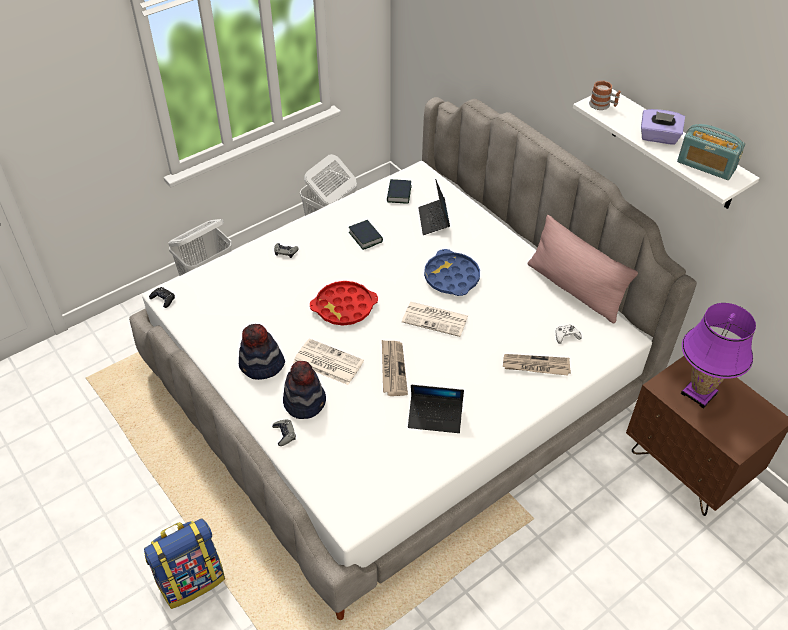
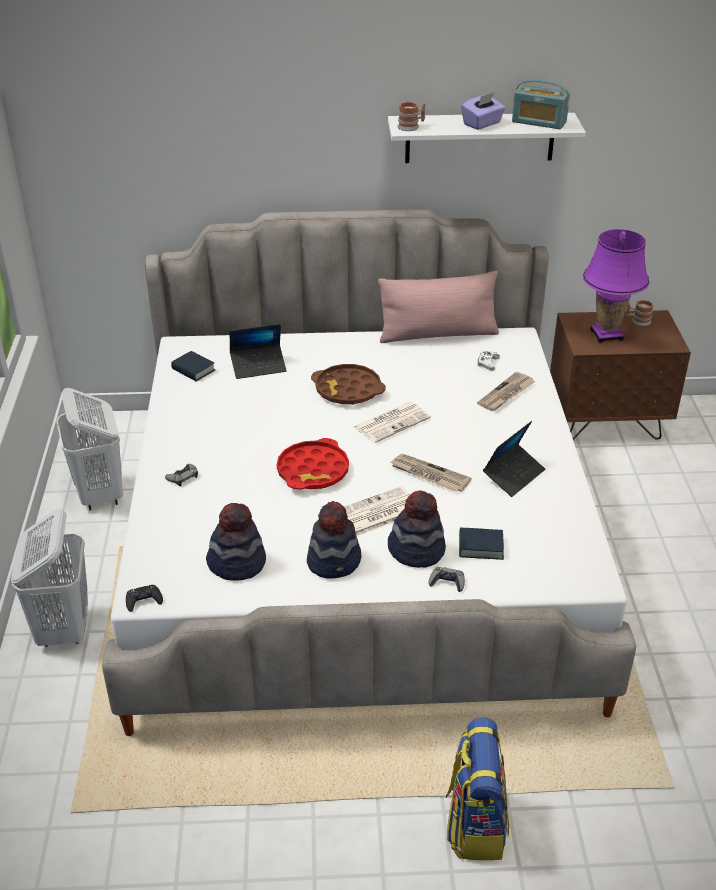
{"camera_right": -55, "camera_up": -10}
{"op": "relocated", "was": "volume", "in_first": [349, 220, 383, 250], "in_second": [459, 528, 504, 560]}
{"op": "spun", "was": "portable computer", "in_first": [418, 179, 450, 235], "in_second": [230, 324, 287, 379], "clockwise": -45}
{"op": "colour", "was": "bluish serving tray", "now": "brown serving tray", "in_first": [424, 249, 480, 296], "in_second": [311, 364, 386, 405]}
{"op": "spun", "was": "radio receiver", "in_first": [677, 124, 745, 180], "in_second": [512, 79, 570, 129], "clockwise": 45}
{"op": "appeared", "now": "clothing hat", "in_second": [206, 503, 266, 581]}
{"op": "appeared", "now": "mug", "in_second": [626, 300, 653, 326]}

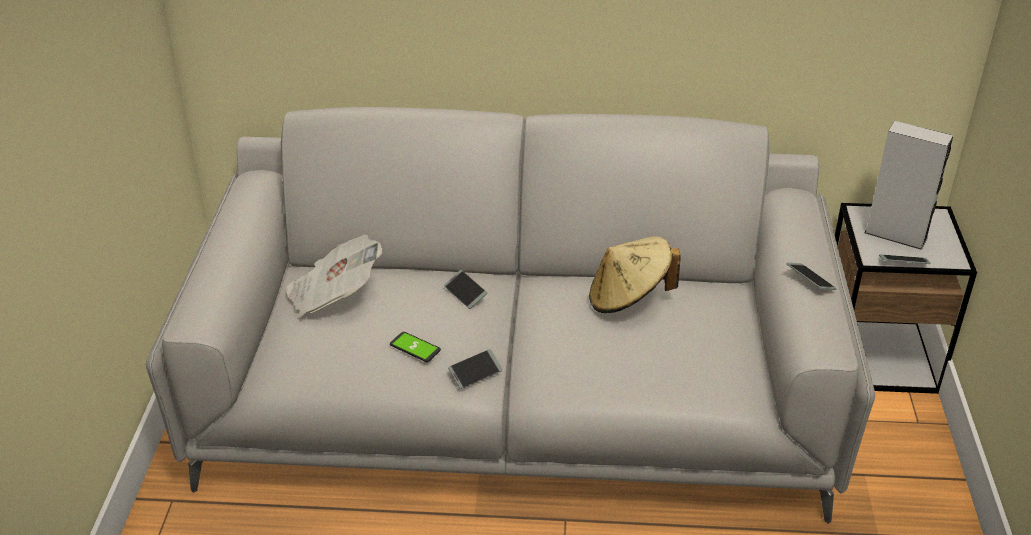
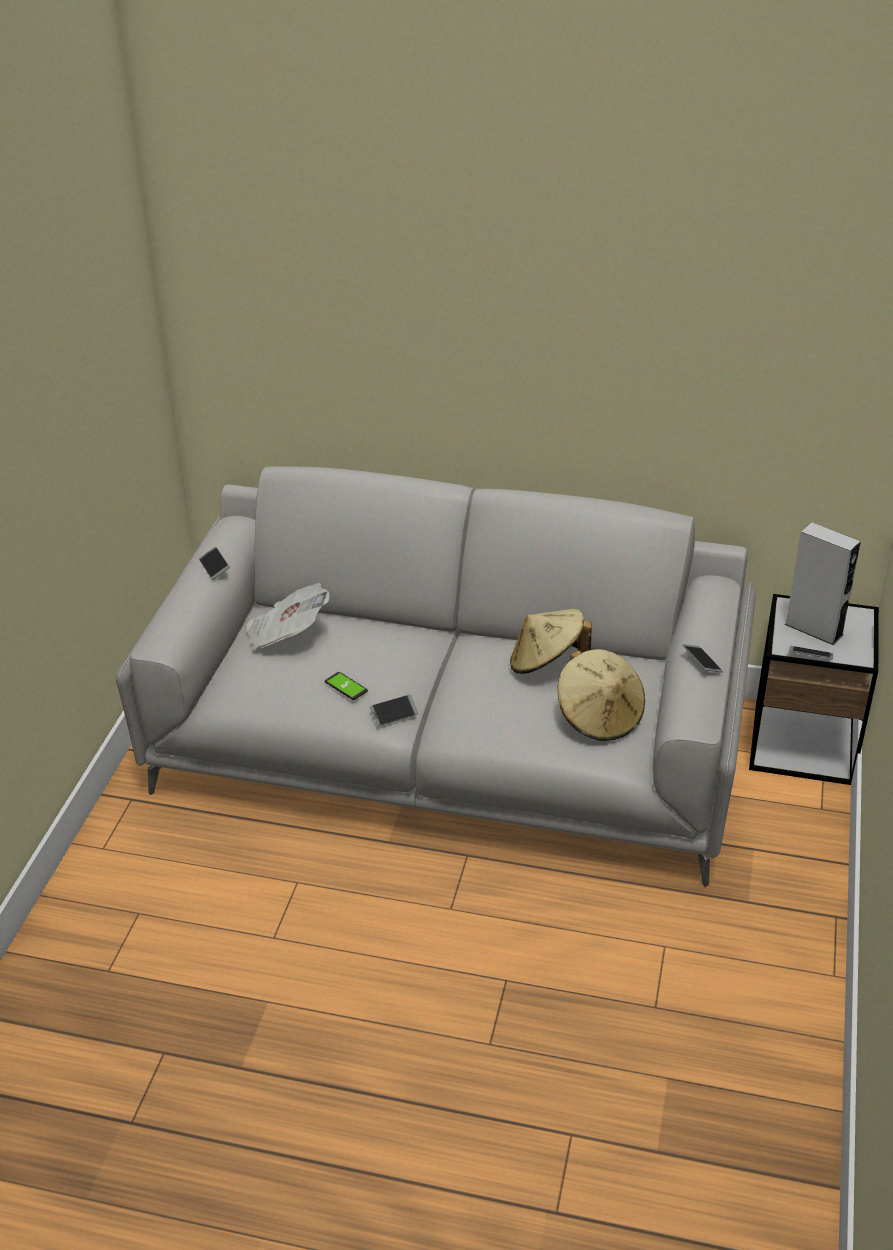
{"camera_right": 10, "camera_up": 0}
{"op": "relocated", "was": "phone", "in_first": [444, 270, 487, 309], "in_second": [199, 547, 230, 580]}
{"op": "appeared", "now": "sand-coloured clothing hat", "in_second": [558, 649, 645, 741]}

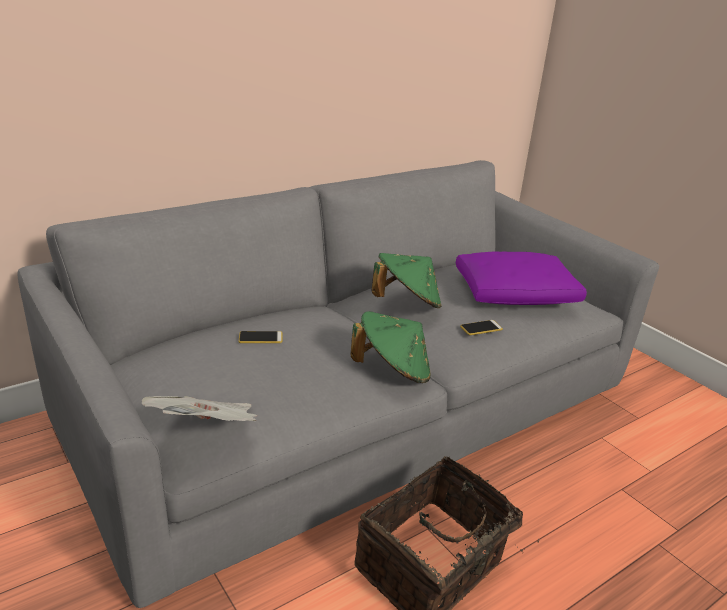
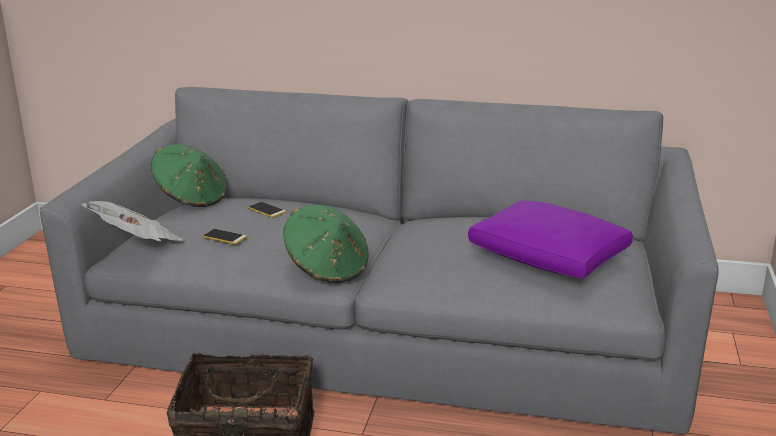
{"camera_right": 50, "camera_up": -5}
{"op": "relocated", "was": "green clothing hat", "in_first": [371, 253, 442, 308], "in_second": [151, 144, 227, 207]}
{"op": "relocated", "was": "phone", "in_first": [460, 320, 503, 335], "in_second": [203, 229, 247, 244]}

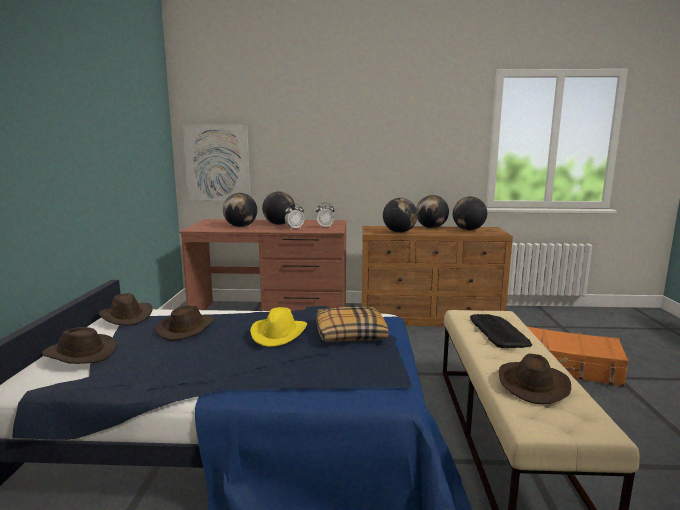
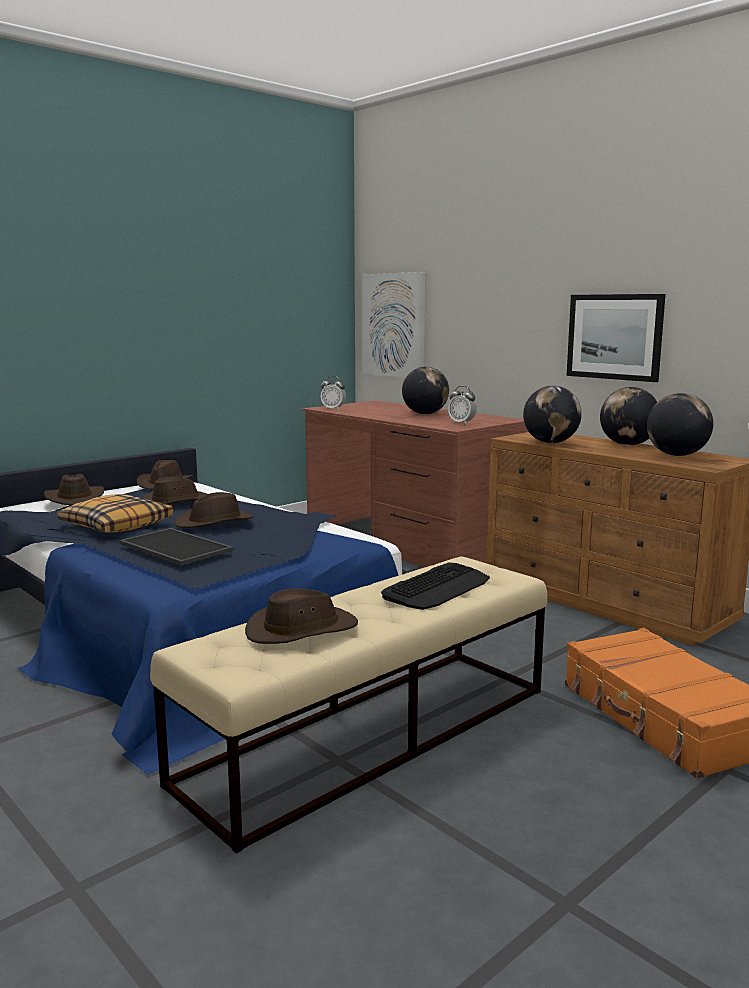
{"camera_right": 45, "camera_up": 0}
{"op": "missing", "was": "world globe", "in_first": [223, 193, 257, 227]}
{"op": "colour", "was": "yellow-coloured clothing hat", "now": "brown clothing hat", "in_first": [250, 307, 307, 347], "in_second": [175, 492, 254, 528]}
{"op": "relocated", "was": "bedside clock", "in_first": [285, 204, 304, 229], "in_second": [321, 376, 346, 410]}
{"op": "relocated", "was": "throw pillow", "in_first": [316, 306, 389, 342], "in_second": [57, 494, 173, 533]}
{"op": "appeared", "now": "serving tray", "in_second": [119, 528, 233, 565]}
{"op": "appeared", "now": "wall art", "in_second": [567, 294, 666, 382]}

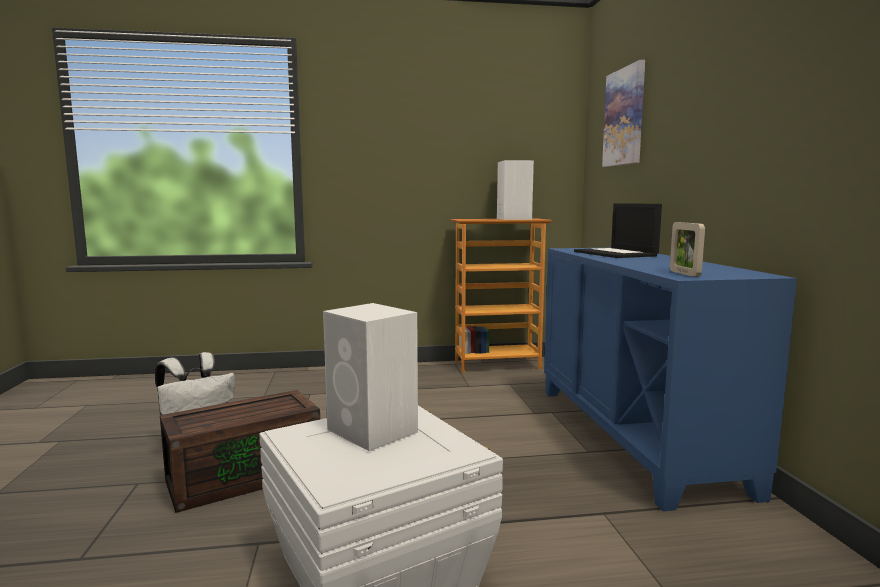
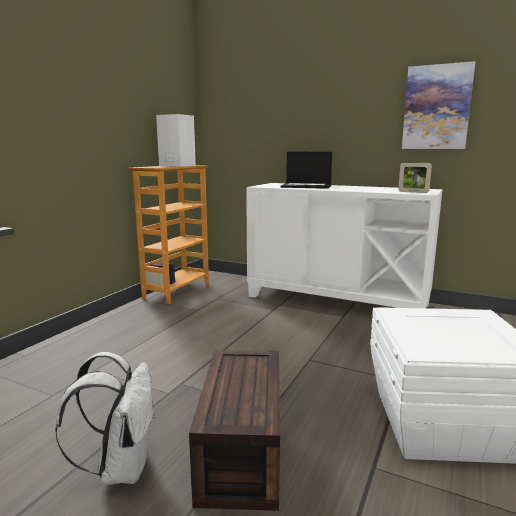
{"camera_right": -55, "camera_up": 5}
{"op": "missing", "was": "white loudspeaker", "in_first": [323, 303, 418, 451]}
{"op": "colour", "was": "bluish cupboard", "now": "white cupboard", "in_first": [544, 248, 797, 511], "in_second": [246, 183, 443, 308]}
{"op": "relocated", "was": "wall art", "in_first": [602, 60, 645, 167], "in_second": [402, 61, 475, 149]}

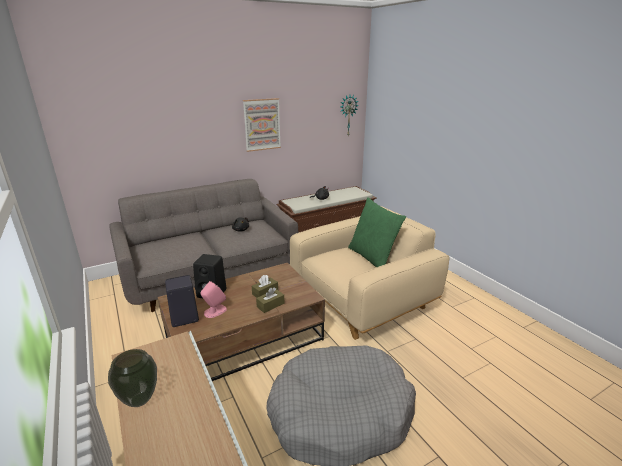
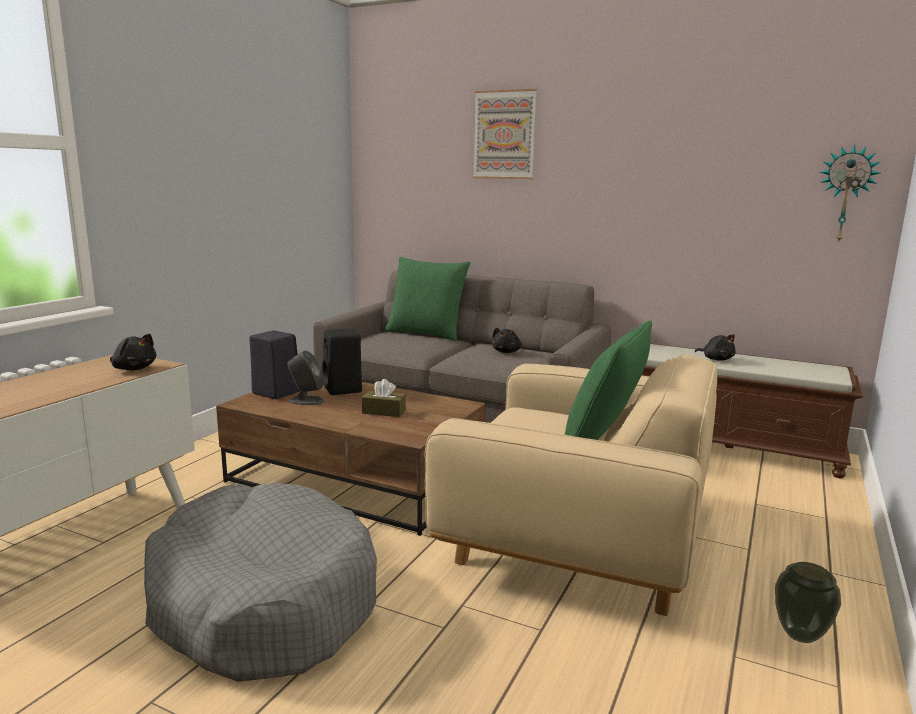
{"camera_right": 55, "camera_up": -10}
{"op": "relocated", "was": "flower vase", "in_first": [108, 349, 157, 407], "in_second": [775, 562, 841, 643]}
{"op": "colour", "was": "pink loudspeaker", "now": "grey loudspeaker", "in_first": [201, 281, 227, 318], "in_second": [287, 351, 324, 405]}
{"op": "relocated", "was": "wall art", "in_first": [243, 98, 281, 152], "in_second": [473, 89, 537, 179]}
{"op": "missing", "was": "brown tissue holder", "in_first": [256, 287, 284, 313]}
{"op": "appeared", "now": "blackish cuddly toy", "in_second": [110, 334, 156, 370]}
{"op": "appeared", "now": "green throw pillow", "in_second": [385, 257, 470, 341]}

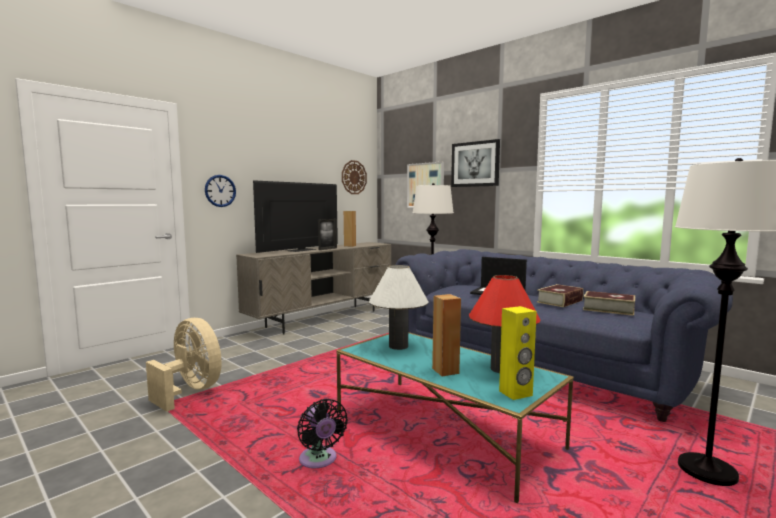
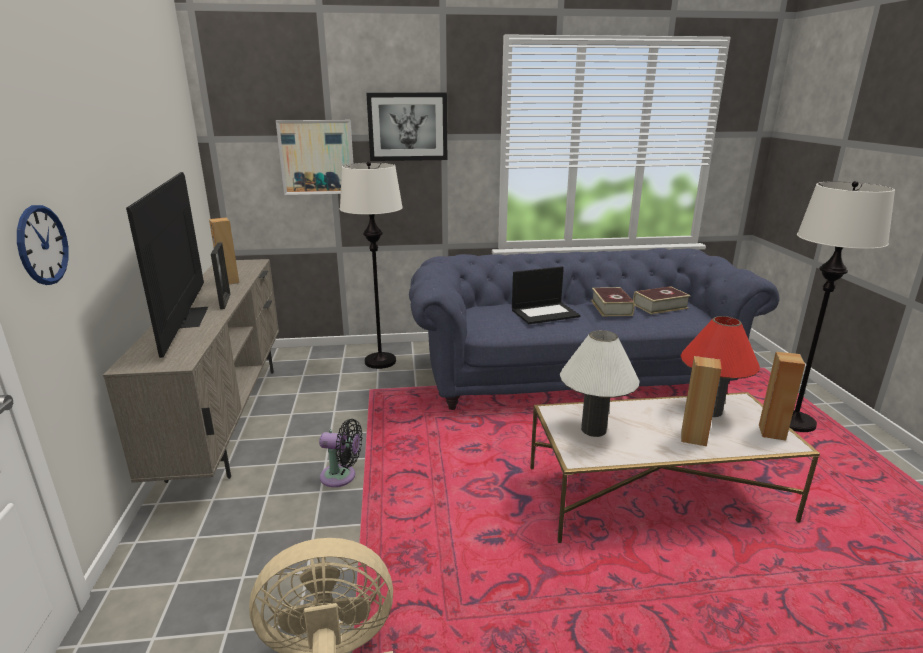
{"camera_right": -50, "camera_up": 15}
{"op": "relocated", "was": "blackish electric fan", "in_first": [297, 399, 348, 468], "in_second": [319, 419, 362, 487]}
{"op": "colour", "was": "blue-green low table", "now": "white low table", "in_first": [337, 332, 574, 503], "in_second": [530, 392, 820, 543]}
{"op": "missing", "was": "clock on the wall", "in_first": [342, 160, 367, 194]}
{"op": "colour", "was": "yellow-coloured loudspeaker", "now": "brown loudspeaker", "in_first": [499, 306, 537, 400], "in_second": [759, 352, 805, 441]}

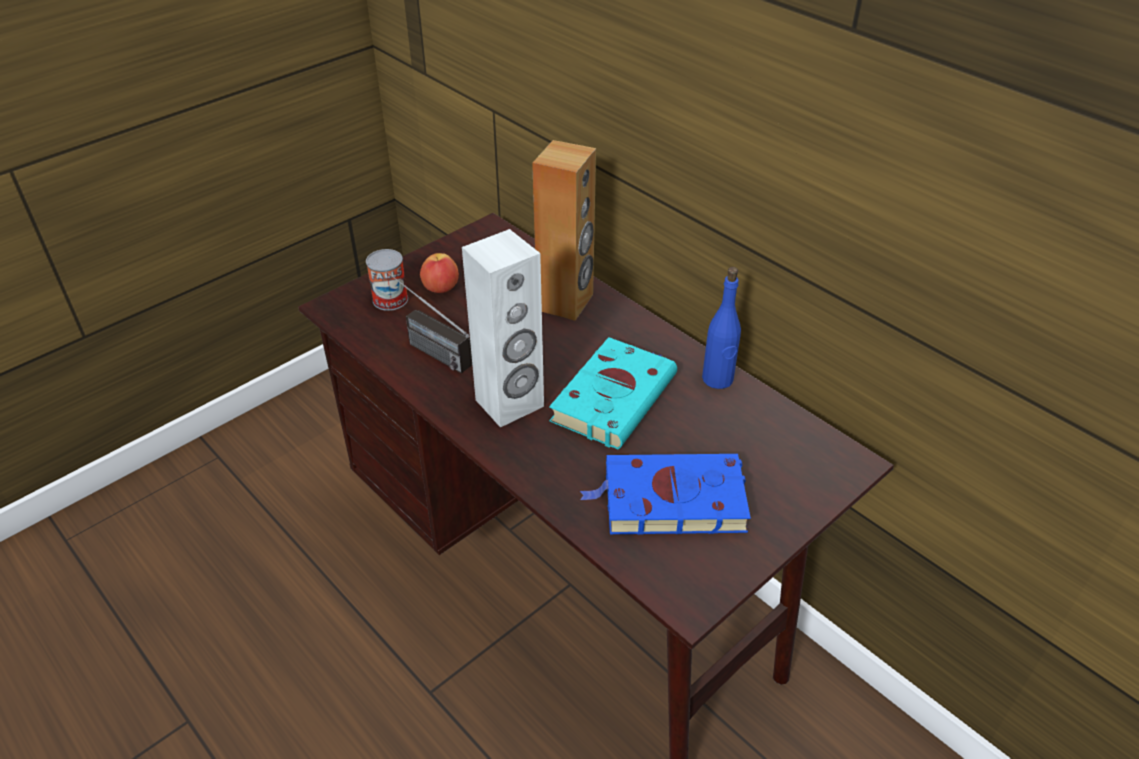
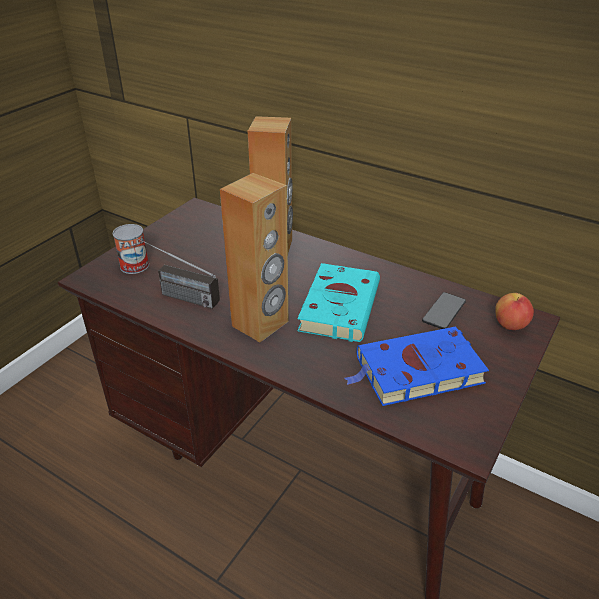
{"camera_right": -15, "camera_up": -5}
{"op": "relocated", "was": "whole apple", "in_first": [420, 253, 459, 293], "in_second": [495, 293, 534, 330]}
{"op": "colour", "was": "white loudspeaker", "now": "brown loudspeaker", "in_first": [462, 229, 544, 427], "in_second": [220, 173, 289, 342]}
{"op": "missing", "was": "bluish beverage bottle", "in_first": [702, 267, 741, 389]}
{"op": "appeared", "now": "phone", "in_second": [422, 292, 466, 329]}

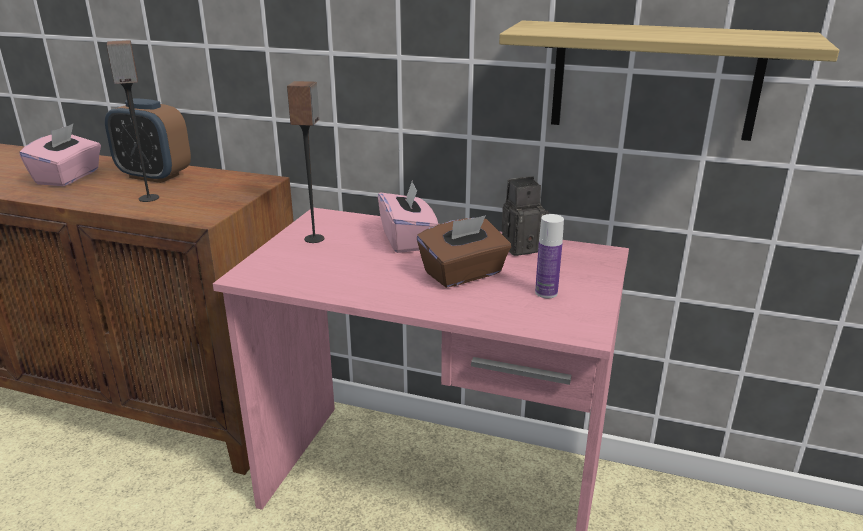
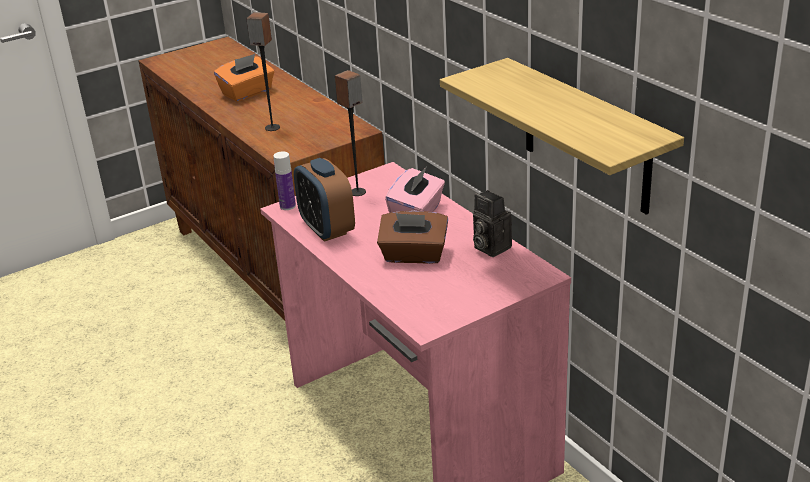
{"camera_right": 40, "camera_up": 5}
{"op": "colour", "was": "pink tissue holder", "now": "orange-coloured tissue holder", "in_first": [19, 124, 101, 186], "in_second": [214, 54, 274, 102]}
{"op": "relocated", "was": "bedside clock", "in_first": [105, 98, 191, 183], "in_second": [294, 158, 355, 242]}
{"op": "spun", "was": "still camera", "in_first": [502, 176, 549, 256], "in_second": [473, 190, 512, 257], "clockwise": -150}
{"op": "relocated", "was": "beverage bottle", "in_first": [535, 214, 564, 298], "in_second": [273, 152, 296, 210]}

